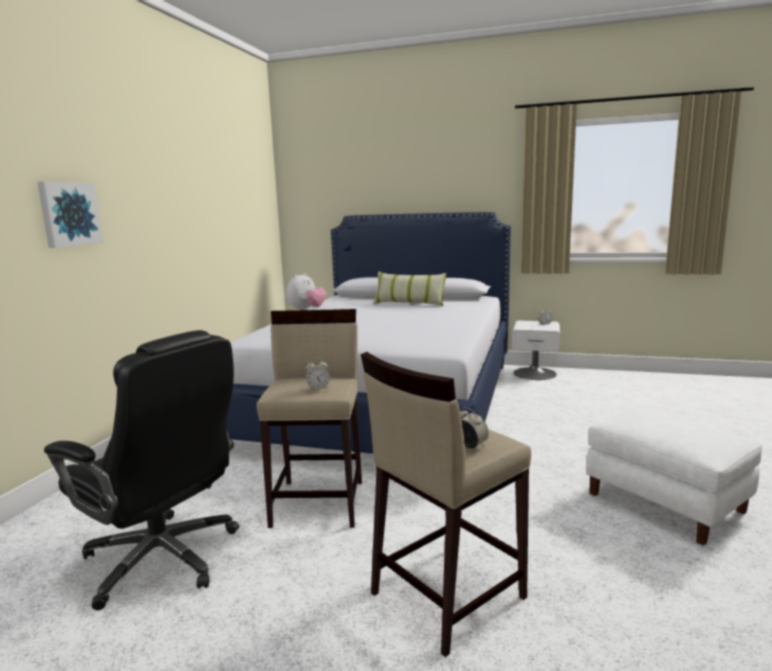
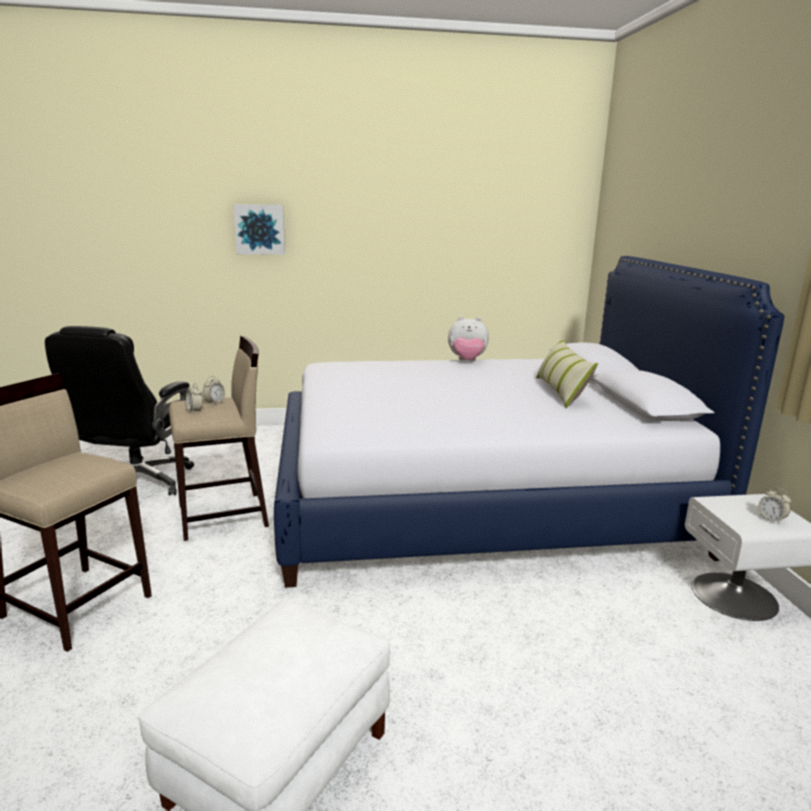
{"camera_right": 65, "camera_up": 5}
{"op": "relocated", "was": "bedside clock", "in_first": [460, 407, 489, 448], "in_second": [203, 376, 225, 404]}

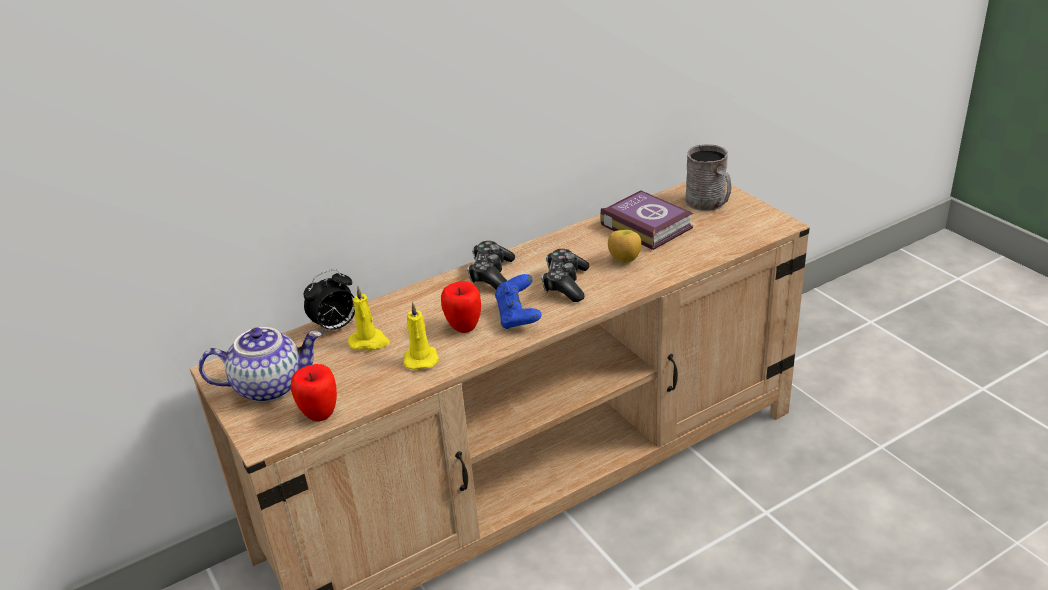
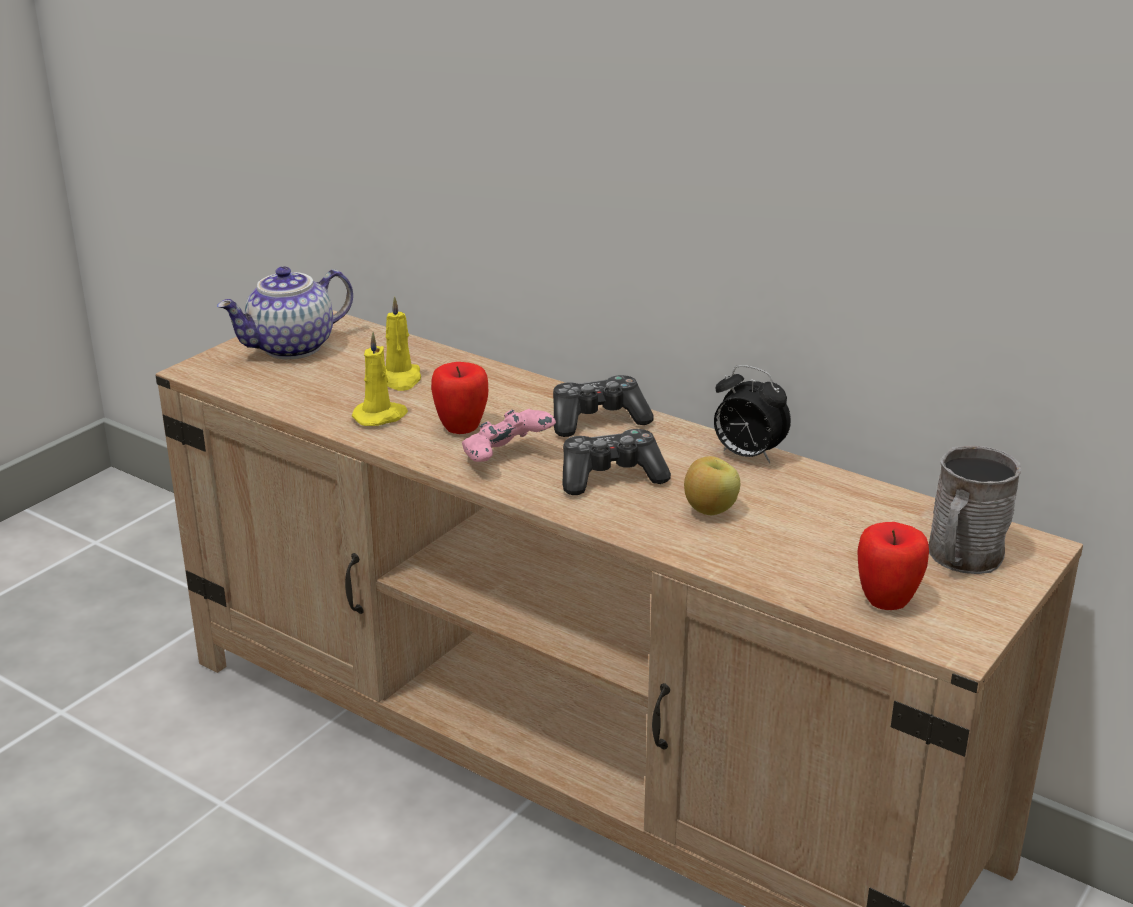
{"camera_right": 65, "camera_up": -5}
{"op": "spun", "was": "teapot", "in_first": [199, 327, 322, 403], "in_second": [217, 266, 353, 359], "clockwise": 90}
{"op": "relocated", "was": "whole apple", "in_first": [291, 364, 337, 421], "in_second": [858, 522, 929, 610]}
{"op": "relocated", "was": "bedside clock", "in_first": [304, 269, 355, 334], "in_second": [714, 365, 791, 463]}
{"op": "colour", "was": "bluish joypad", "now": "pink joypad", "in_first": [495, 274, 542, 329], "in_second": [462, 409, 556, 462]}
{"op": "missing", "was": "volume", "in_first": [600, 190, 693, 250]}

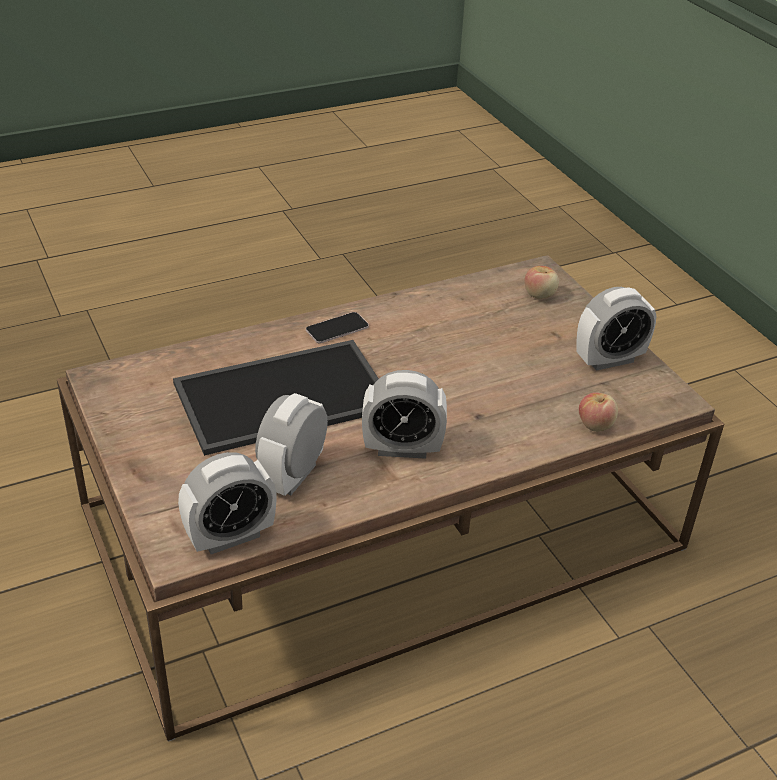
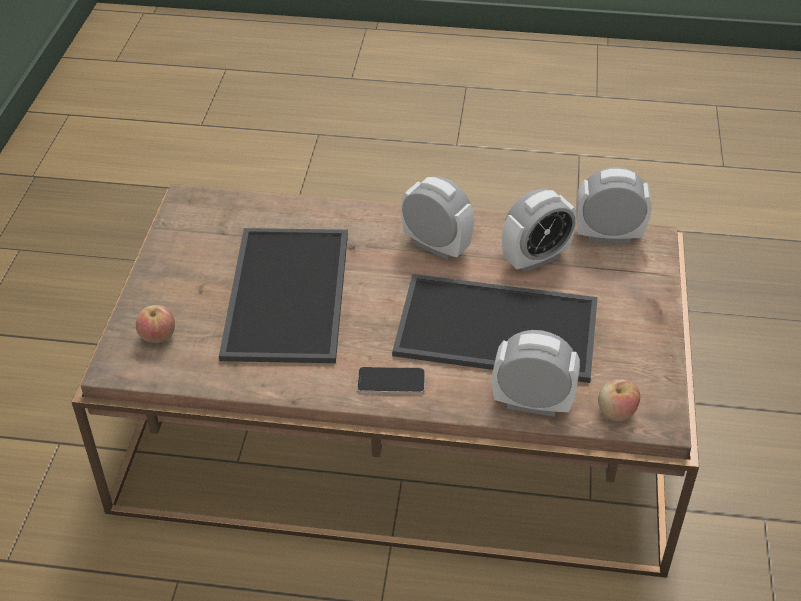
{"camera_right": -145, "camera_up": 5}
{"op": "relocated", "was": "bedside clock", "in_first": [576, 287, 656, 371], "in_second": [492, 330, 580, 417]}
{"op": "relocated", "was": "whole apple", "in_first": [579, 392, 618, 432], "in_second": [598, 379, 640, 421]}
{"op": "appeared", "now": "serving tray", "in_second": [219, 228, 348, 363]}

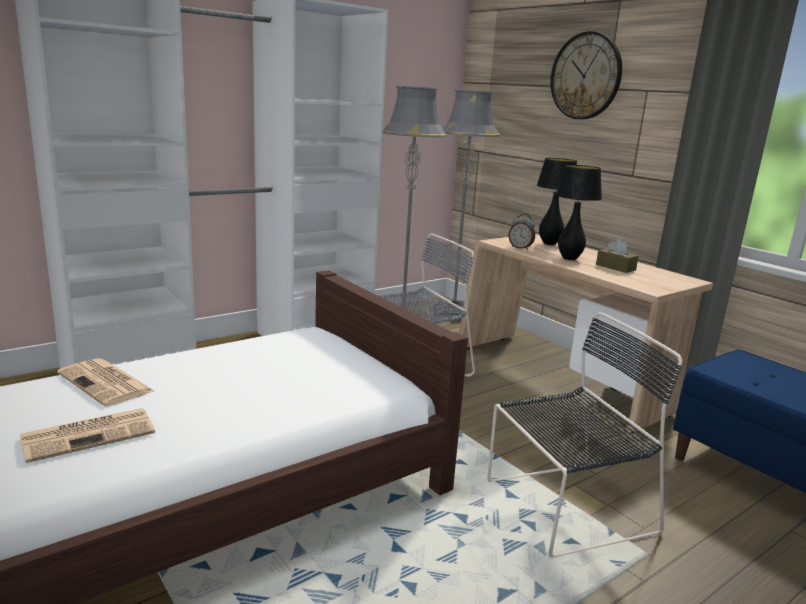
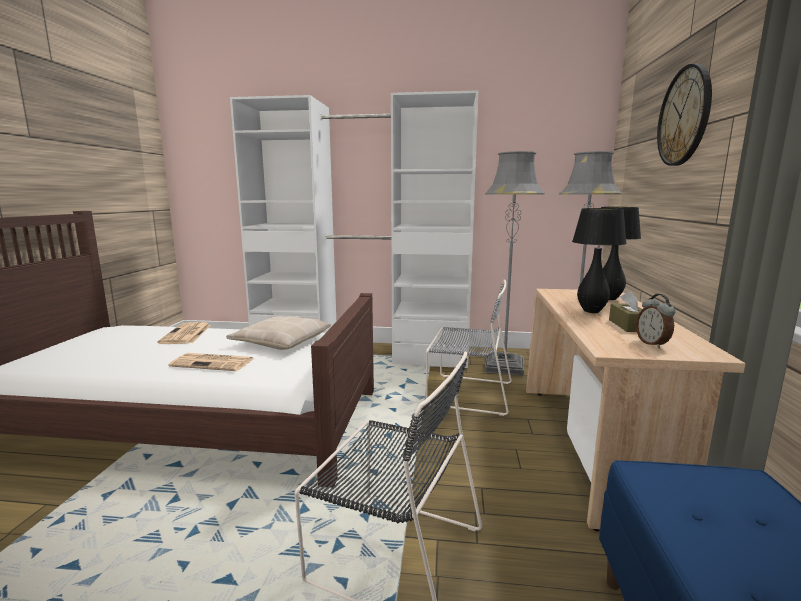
{"camera_right": 45, "camera_up": -5}
{"op": "relocated", "was": "daily paper", "in_first": [20, 408, 155, 463], "in_second": [168, 353, 253, 371]}
{"op": "relocated", "was": "bedside clock", "in_first": [509, 214, 535, 250], "in_second": [636, 294, 675, 348]}
{"op": "appeared", "now": "sand-coloured throw pillow", "in_second": [226, 316, 331, 350]}

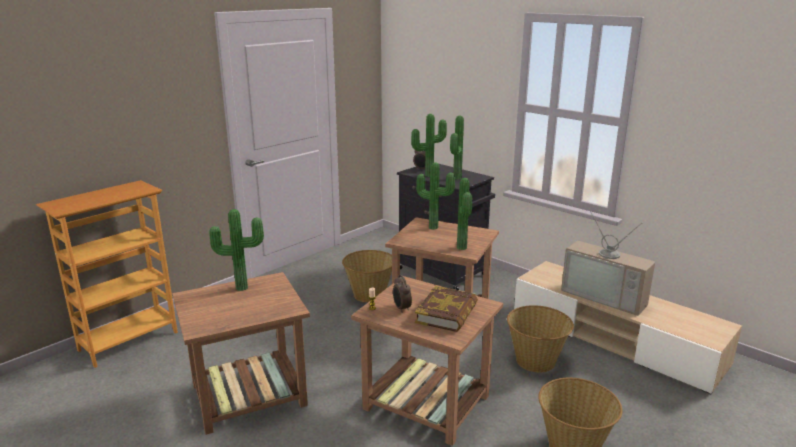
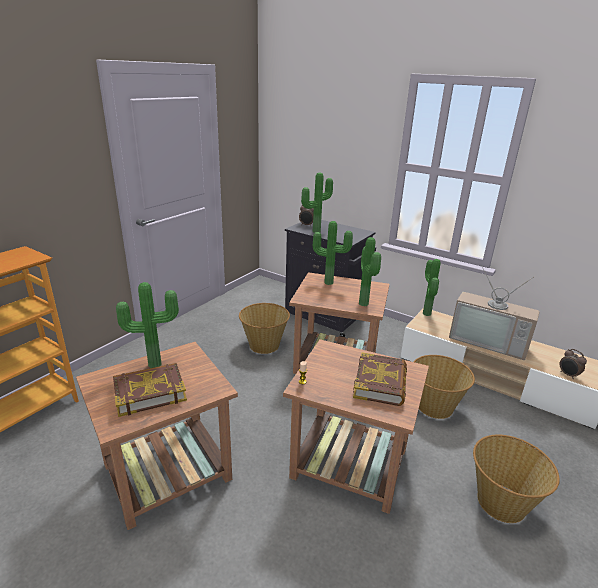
{"camera_right": -10, "camera_up": 5}
{"op": "relocated", "was": "bedside clock", "in_first": [393, 275, 412, 313], "in_second": [560, 349, 587, 378]}
{"op": "relocated", "was": "plant in a pot", "in_first": [450, 115, 464, 180], "in_second": [423, 259, 441, 316]}
{"op": "appeared", "now": "volume", "in_second": [113, 363, 187, 417]}

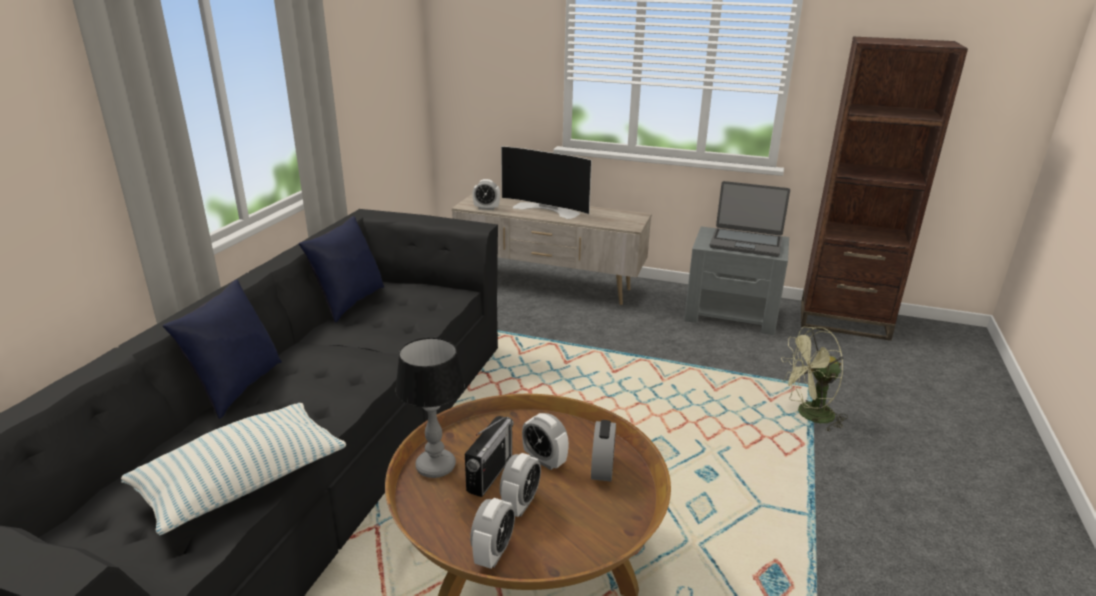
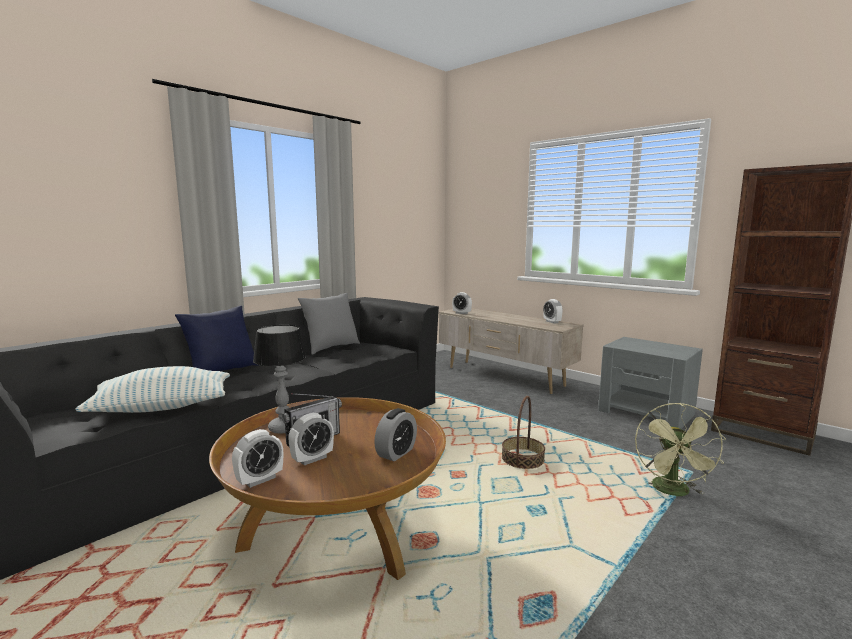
{"camera_right": 25, "camera_up": -15}
{"op": "colour", "was": "bluish throw pillow", "now": "grey throw pillow", "in_first": [298, 216, 384, 322], "in_second": [298, 293, 360, 355]}
{"op": "missing", "was": "TV set", "in_first": [501, 146, 592, 219]}
{"op": "relocated", "was": "bedside clock", "in_first": [522, 413, 569, 470], "in_second": [543, 299, 563, 324]}
{"op": "missing", "was": "portable computer", "in_first": [710, 181, 790, 257]}
{"op": "spun", "was": "green electric fan", "in_first": [781, 327, 848, 431], "in_second": [635, 403, 726, 496], "clockwise": -90}
{"op": "appeared", "now": "basket", "in_second": [502, 396, 545, 469]}

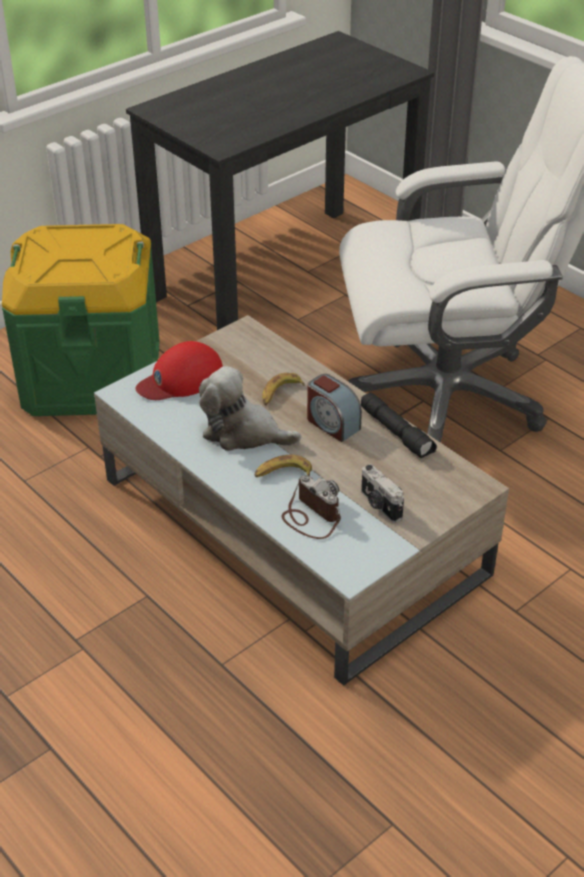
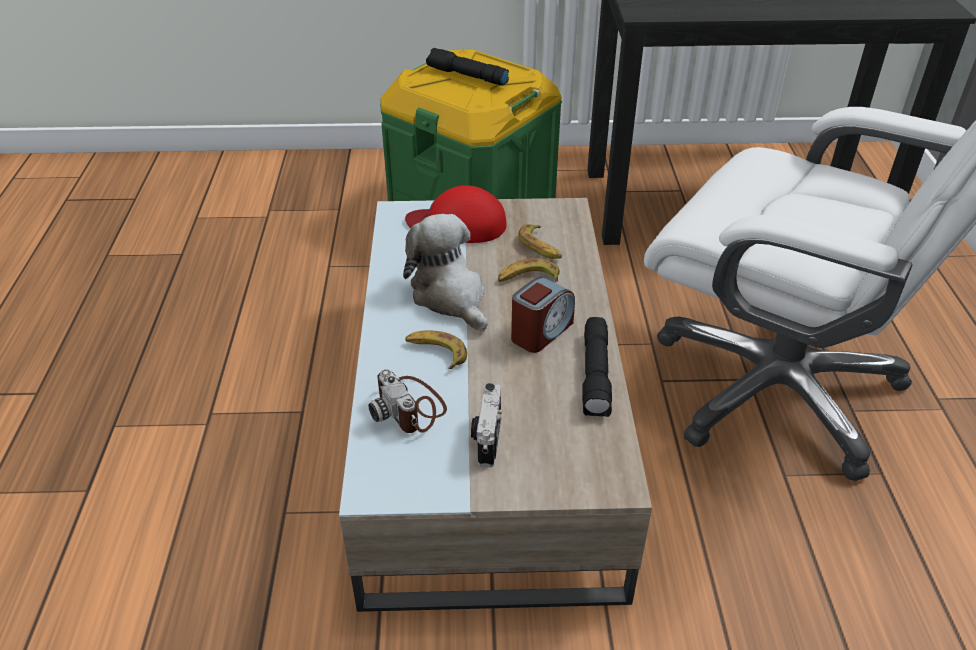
{"camera_right": 40, "camera_up": 0}
{"op": "spun", "was": "still camera", "in_first": [282, 475, 341, 539], "in_second": [368, 369, 447, 433], "clockwise": 150}
{"op": "spun", "was": "bedside clock", "in_first": [307, 374, 362, 442], "in_second": [511, 277, 575, 353], "clockwise": -135}
{"op": "appeared", "now": "blackish flashlight", "in_second": [426, 48, 509, 85]}
{"op": "appeared", "now": "banana", "in_second": [518, 224, 562, 259]}

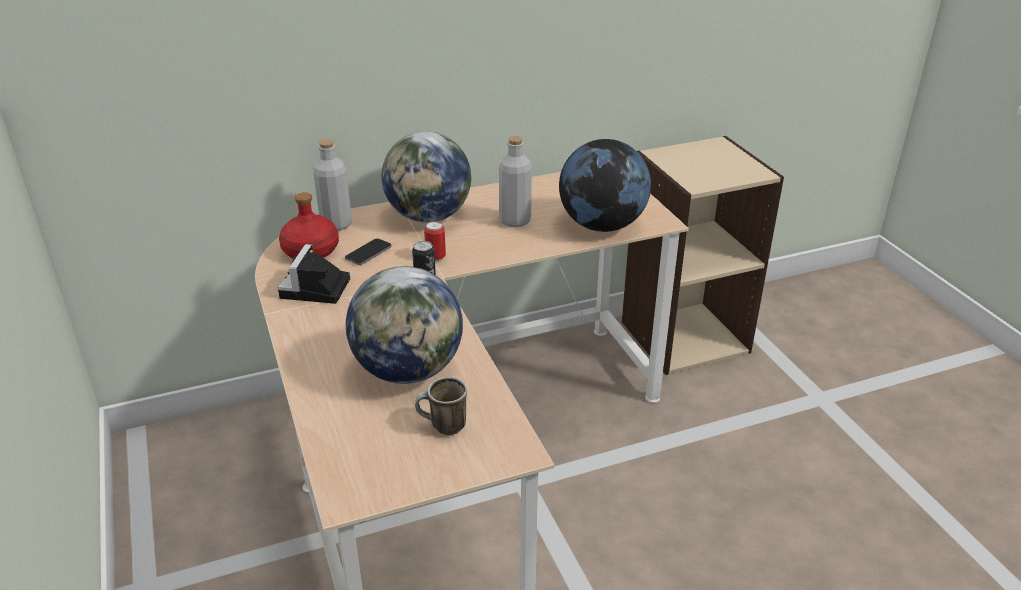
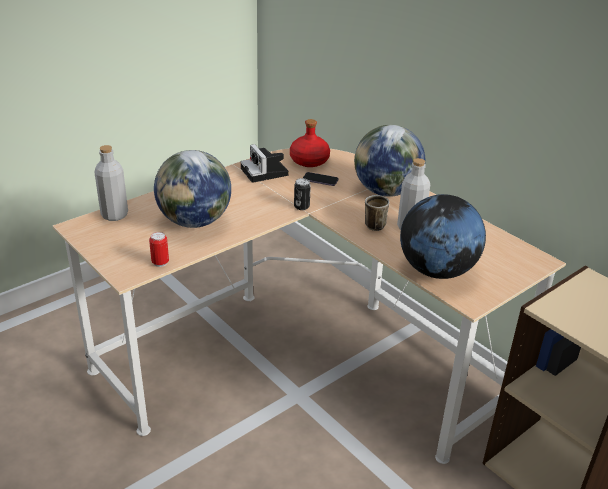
{"camera_right": 70, "camera_up": 0}
{"op": "spun", "was": "still camera", "in_first": [278, 244, 350, 304], "in_second": [241, 144, 289, 183], "clockwise": -105}
{"op": "relocated", "was": "grey beverage bottle", "in_first": [313, 139, 352, 231], "in_second": [94, 145, 128, 221]}
{"op": "relocated", "was": "mug", "in_first": [415, 377, 467, 435], "in_second": [365, 195, 389, 231]}
{"op": "relocated", "was": "sealed can", "in_first": [424, 221, 446, 262], "in_second": [149, 232, 169, 267]}

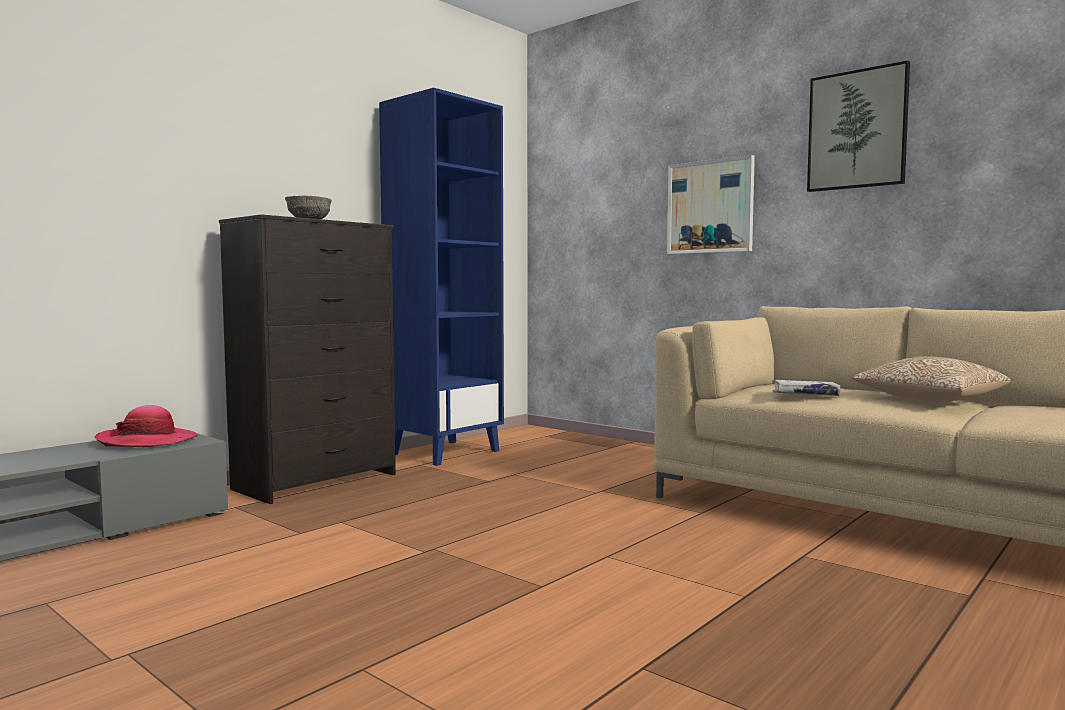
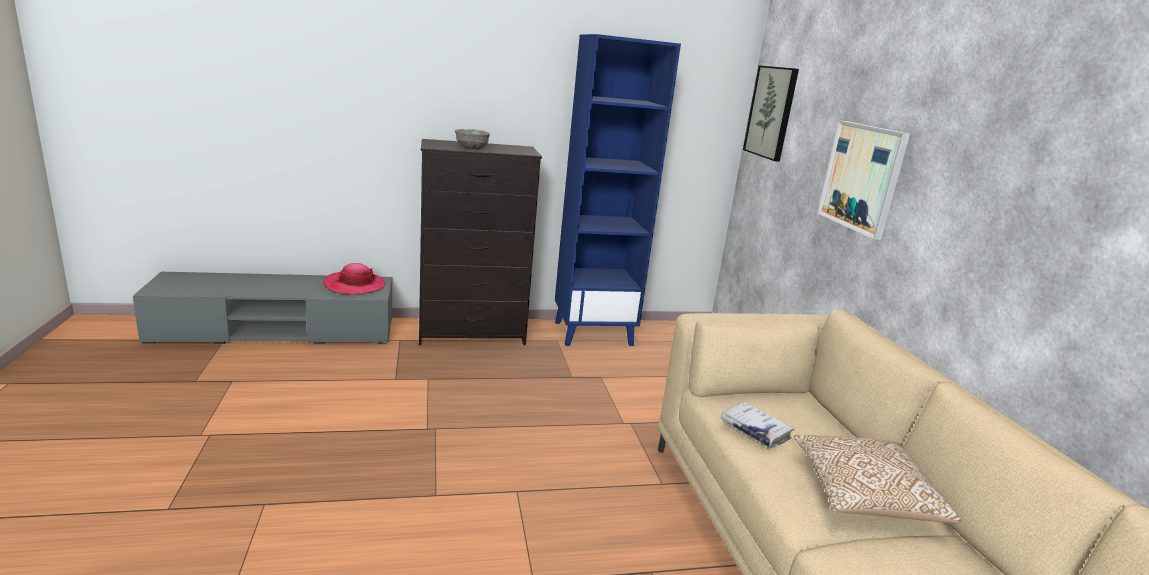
{"camera_right": 35, "camera_up": 15}
{"op": "relocated", "was": "wall art", "in_first": [807, 60, 910, 192], "in_second": [743, 66, 799, 162]}

